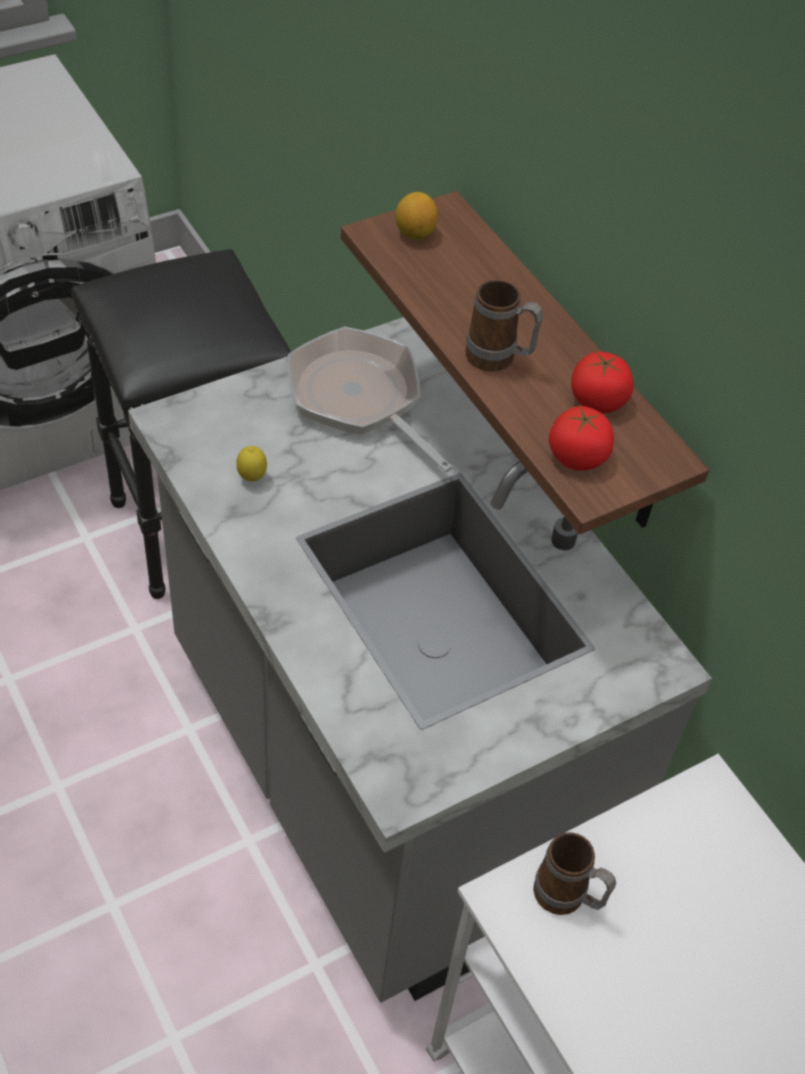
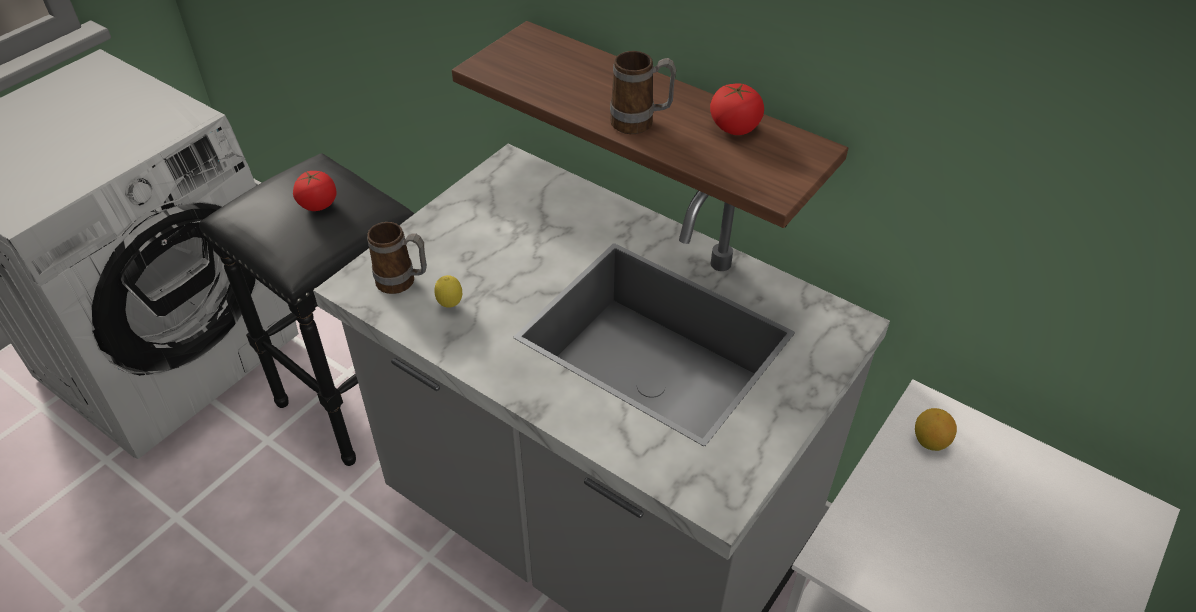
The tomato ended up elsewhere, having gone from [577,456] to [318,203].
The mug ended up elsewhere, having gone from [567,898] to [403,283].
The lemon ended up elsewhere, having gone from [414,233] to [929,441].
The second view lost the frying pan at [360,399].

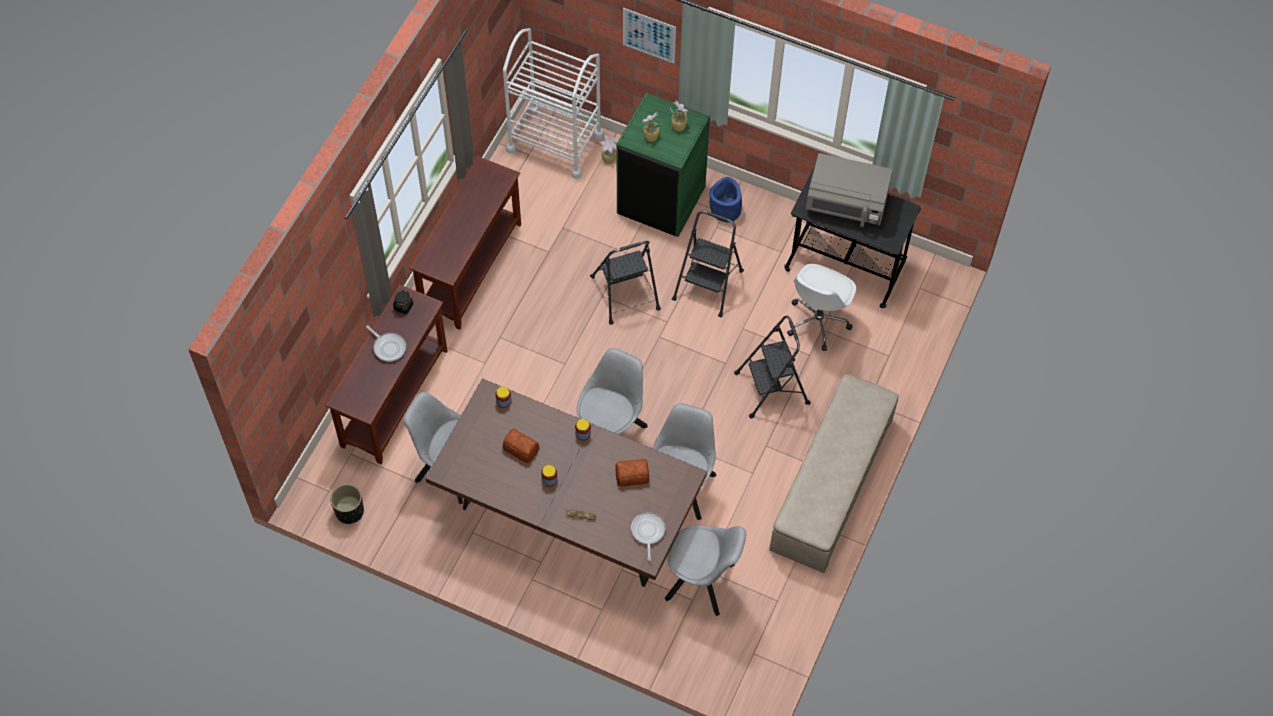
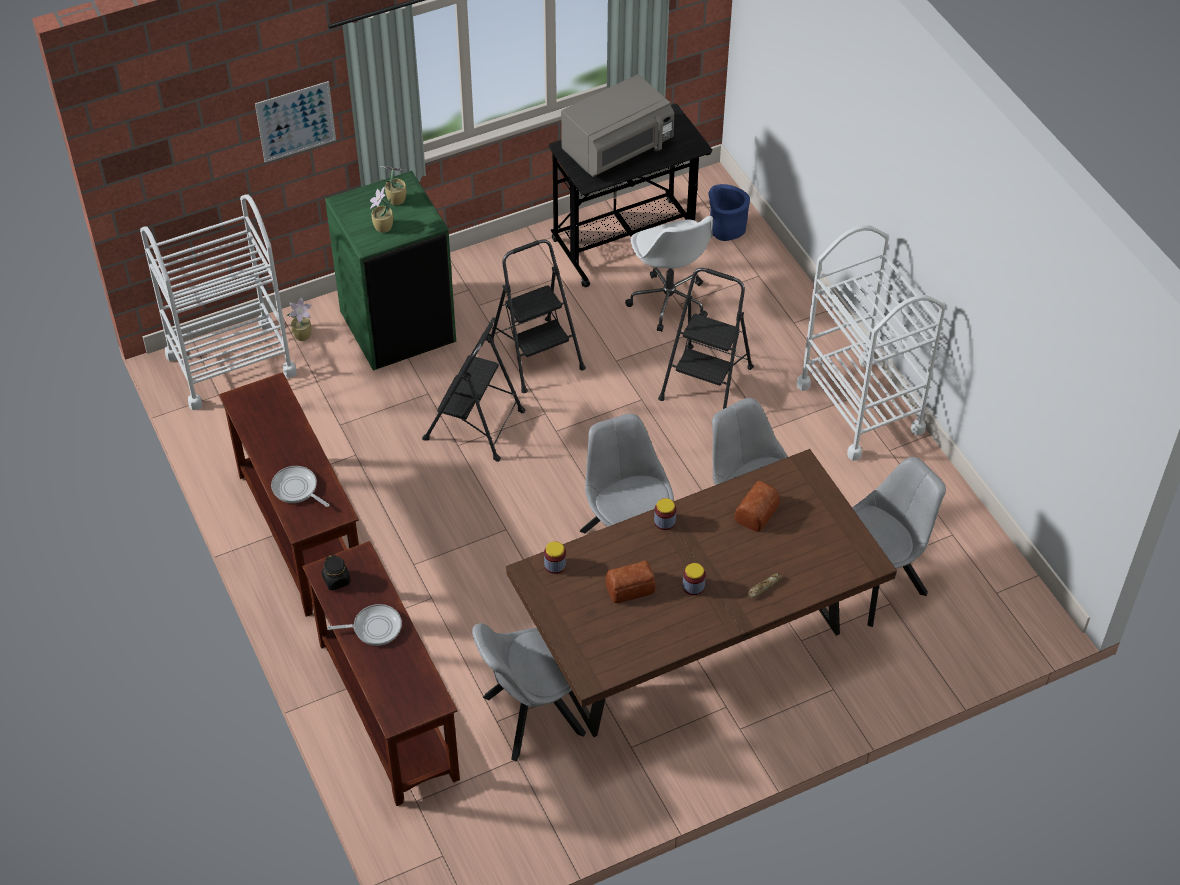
The frying pan ended up elsewhere, having gone from [648,532] to [297,489].
The planter (blue) ended up elsewhere, having gone from [725,210] to [725,228].
Where the bench (beige) stood at [832,484], the cart (white) came to stand at [860,408].
The second view lost the planter (black) at [349,511].

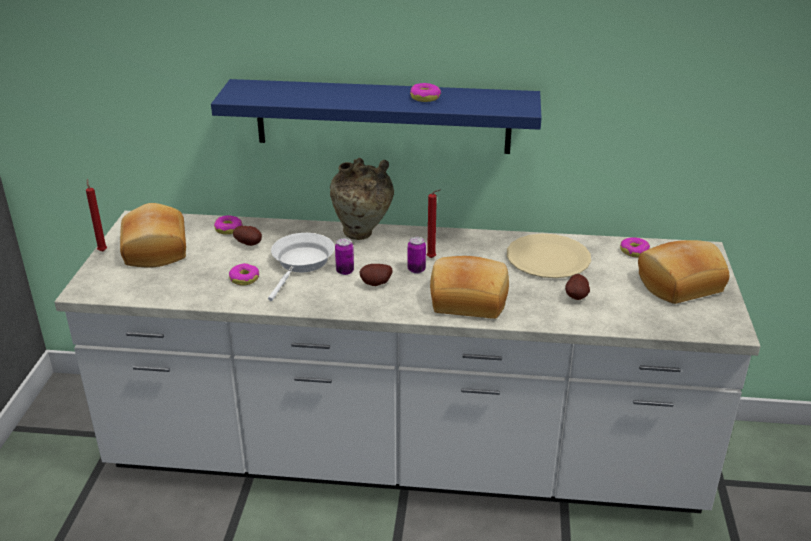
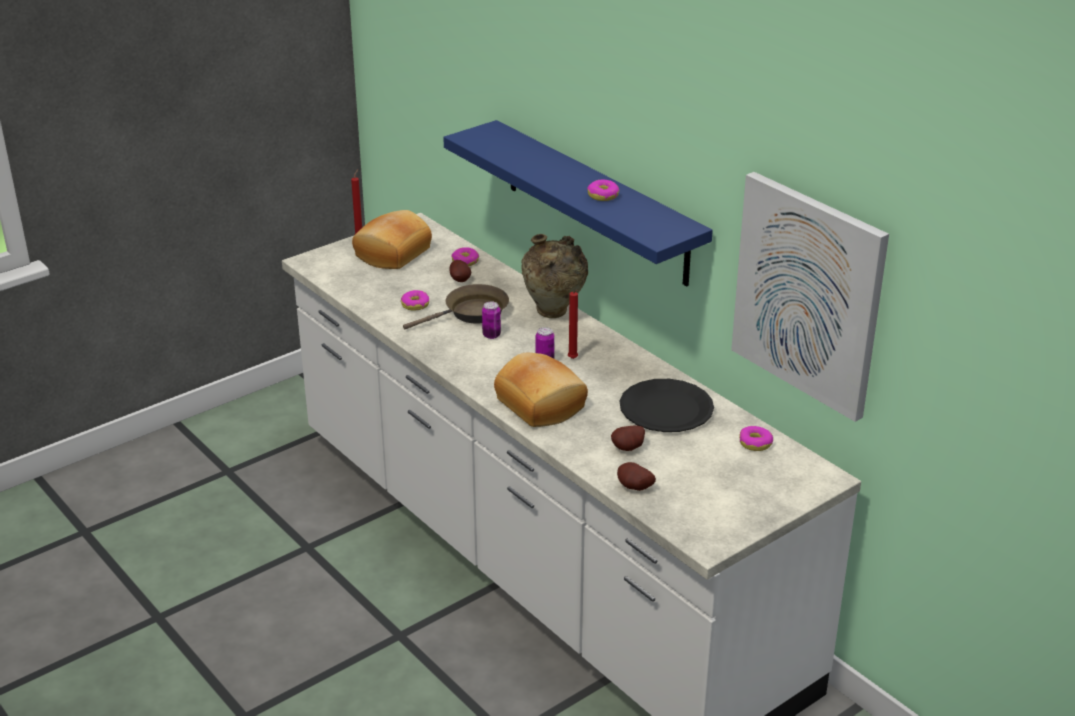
What was the frying pan (white) at [301,263] turned into the frying pan (brown) at [471,313].
The potato ended up elsewhere, having gone from [376,284] to [634,488].
What was the plate (beige) at [548,258] turned into the plate (black) at [666,408].
The second view gained the picture at [808,294].
The second view lost the bread at [678,283].

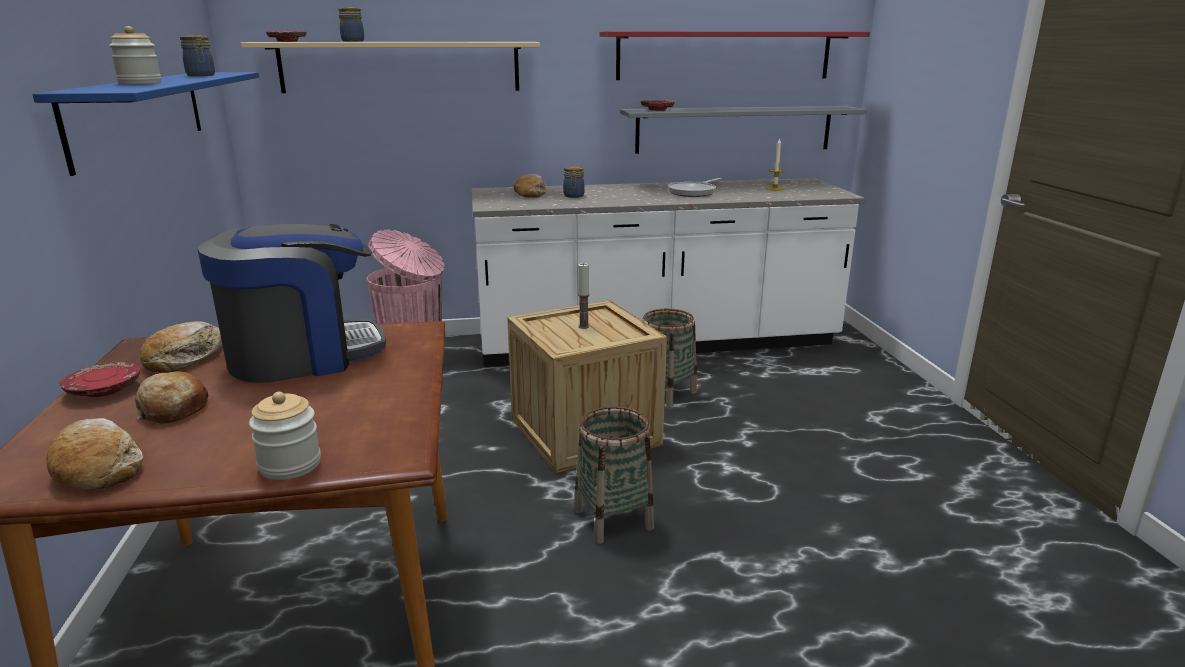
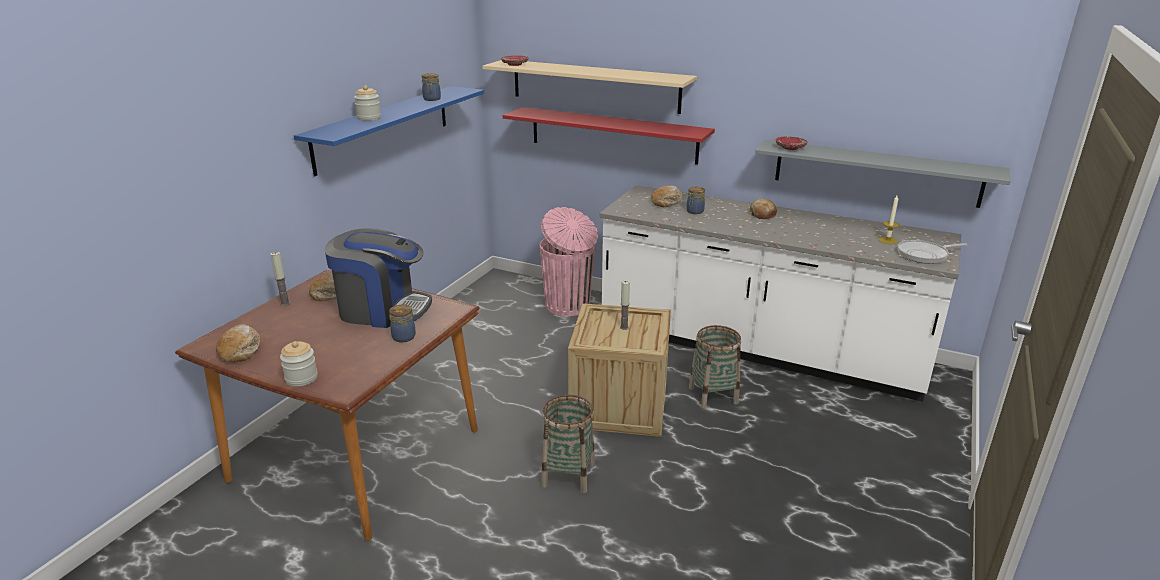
Where the plate (red) stood at [104,390], the candle came to stand at [285,303].
The jar ended up elsewhere, having gone from [352,41] to [404,336].
The shelf (red) ended up elsewhere, having gone from [724,55] to [612,135].
The bread ended up elsewhere, having gone from [173,409] to [762,214].
The frying pan ended up elsewhere, having gone from [694,192] to [925,255].

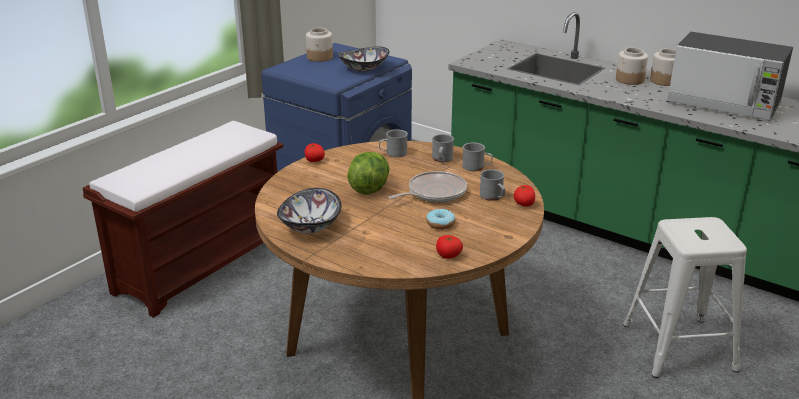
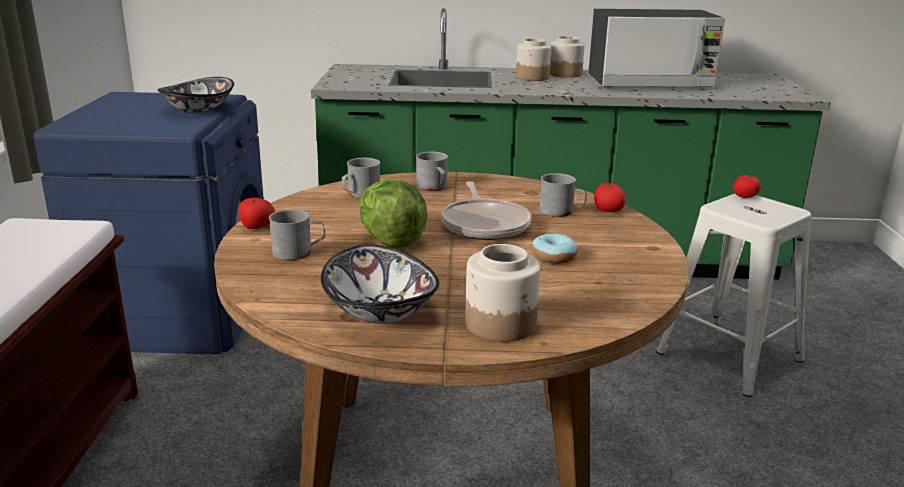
The mug (grey) ended up elsewhere, having gone from [476,167] to [298,252].
The frying pan at [434,192] ended up facing another way, 150 degrees clockwise from before.
The jar ended up elsewhere, having gone from [320,57] to [501,324].
The tomato ended up elsewhere, having gone from [448,256] to [745,196].

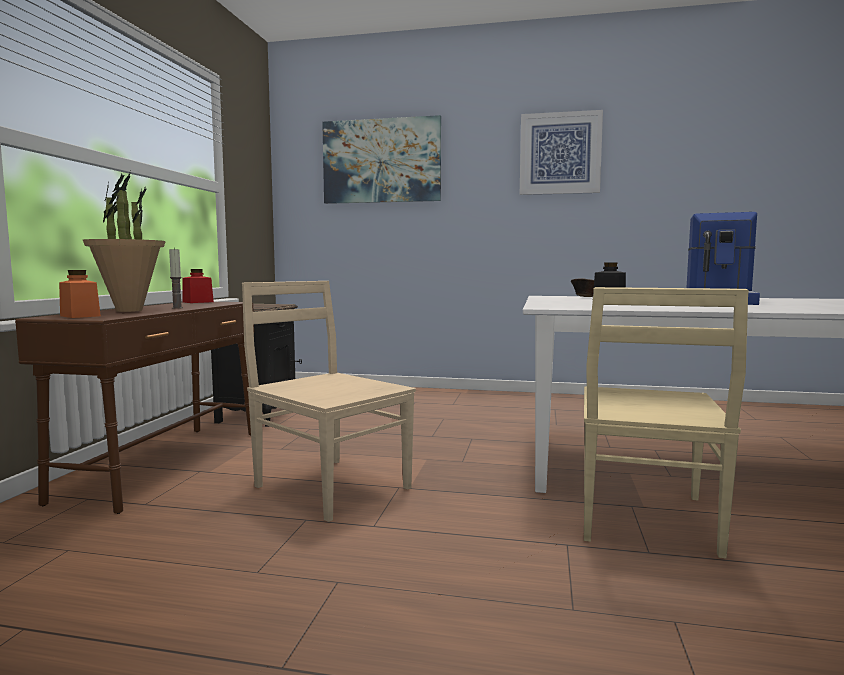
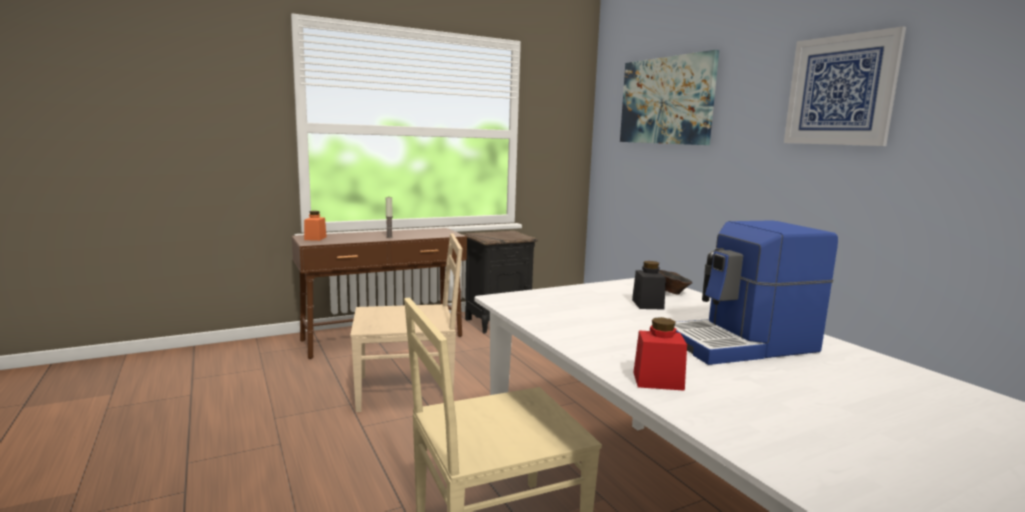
The chair (beige) at [330,486] ended up facing another way, 75 degrees clockwise from before.
The jar (red) ended up elsewhere, having gone from [198,302] to [658,381].
The second view lost the potted plant at [129,310].

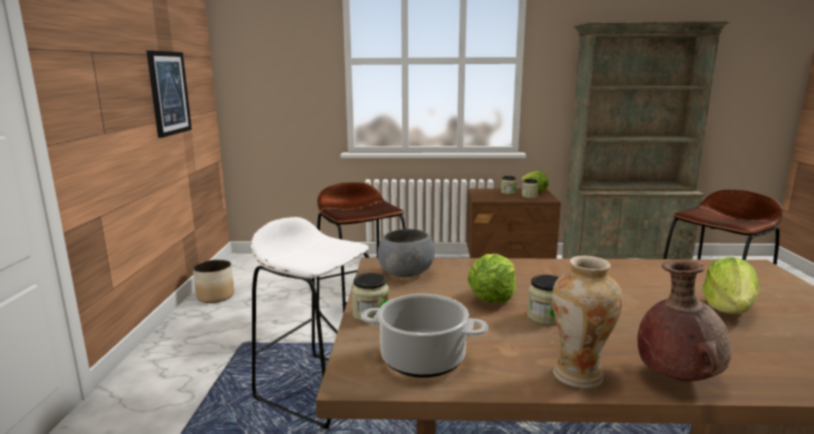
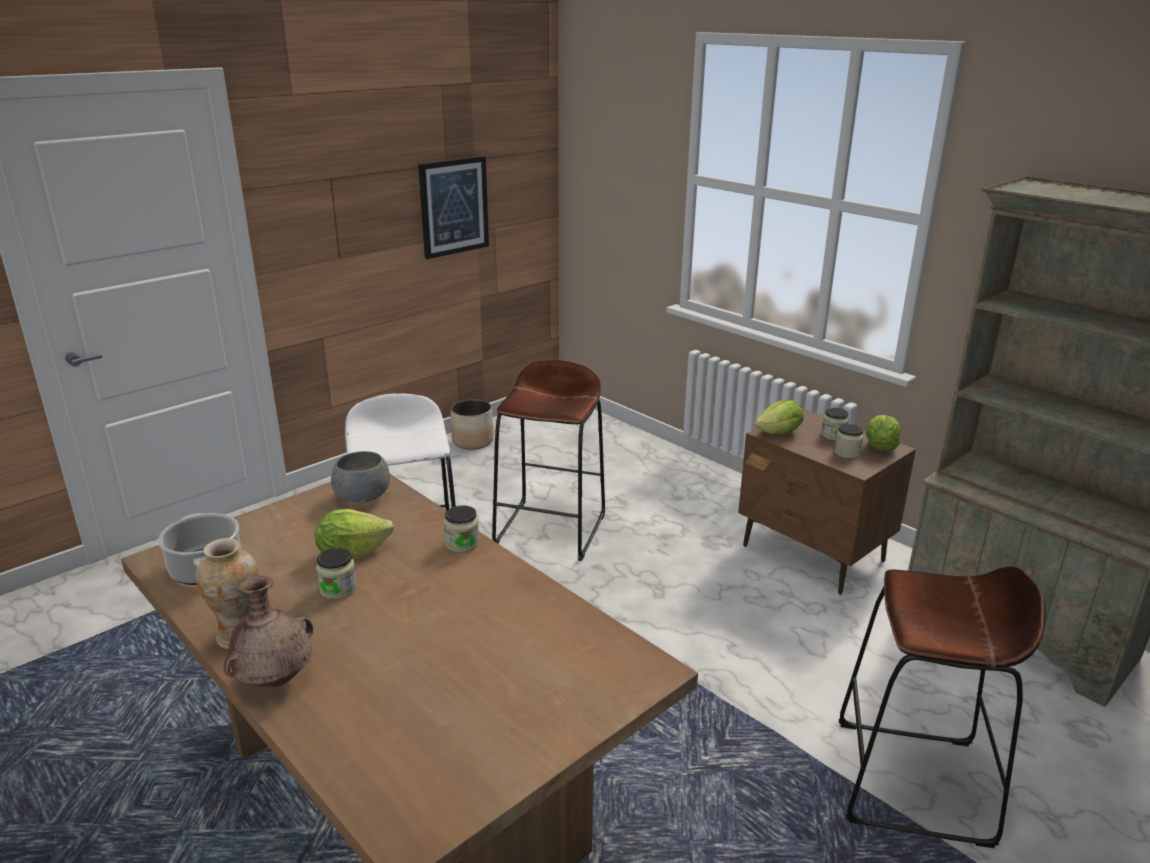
The jar ended up elsewhere, having gone from [371,314] to [462,543].
The lettuce ended up elsewhere, having gone from [728,309] to [779,433].

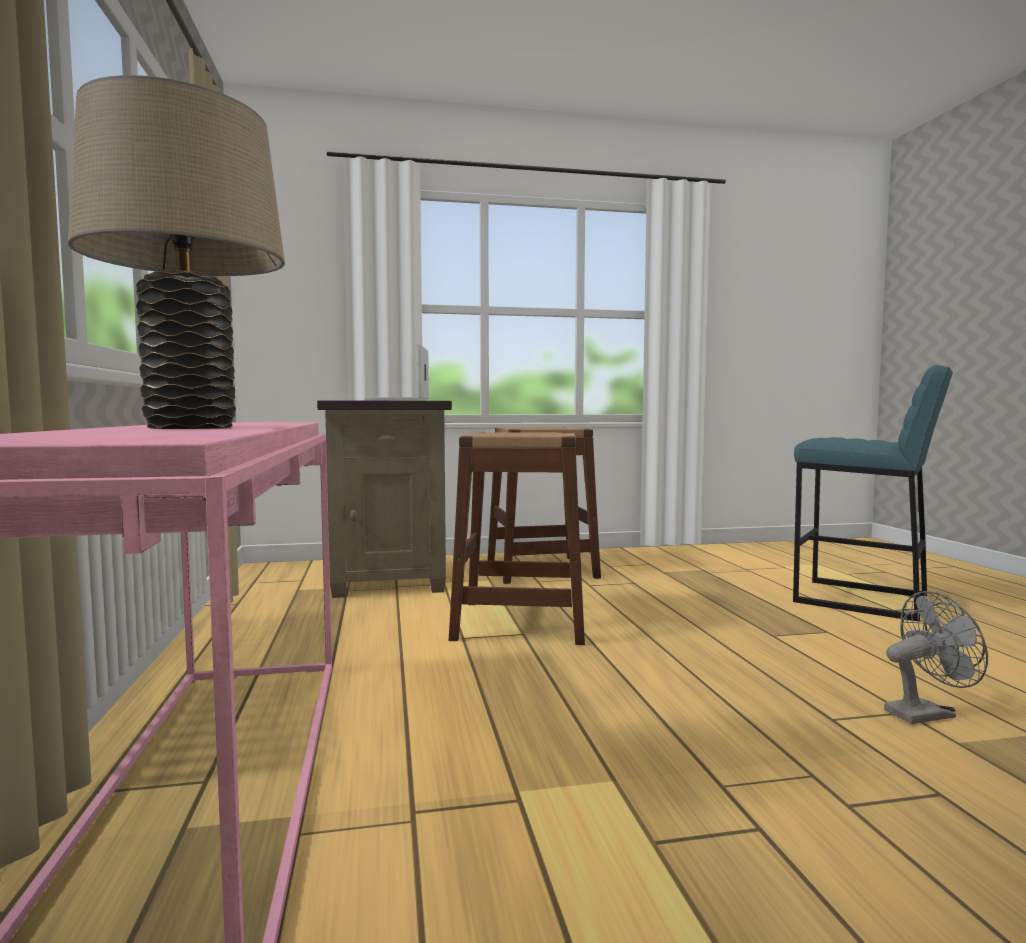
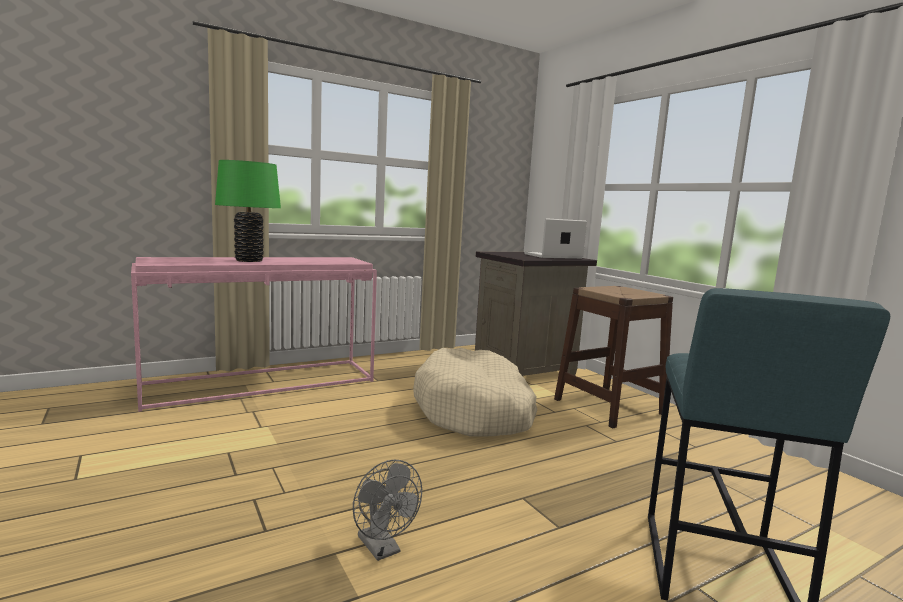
What was the table lamp (beige) at [190,428] turned into the table lamp (green) at [249,260].
Where the stool (brown) stood at [520,622], the dog bed (beige) came to stand at [475,410].

